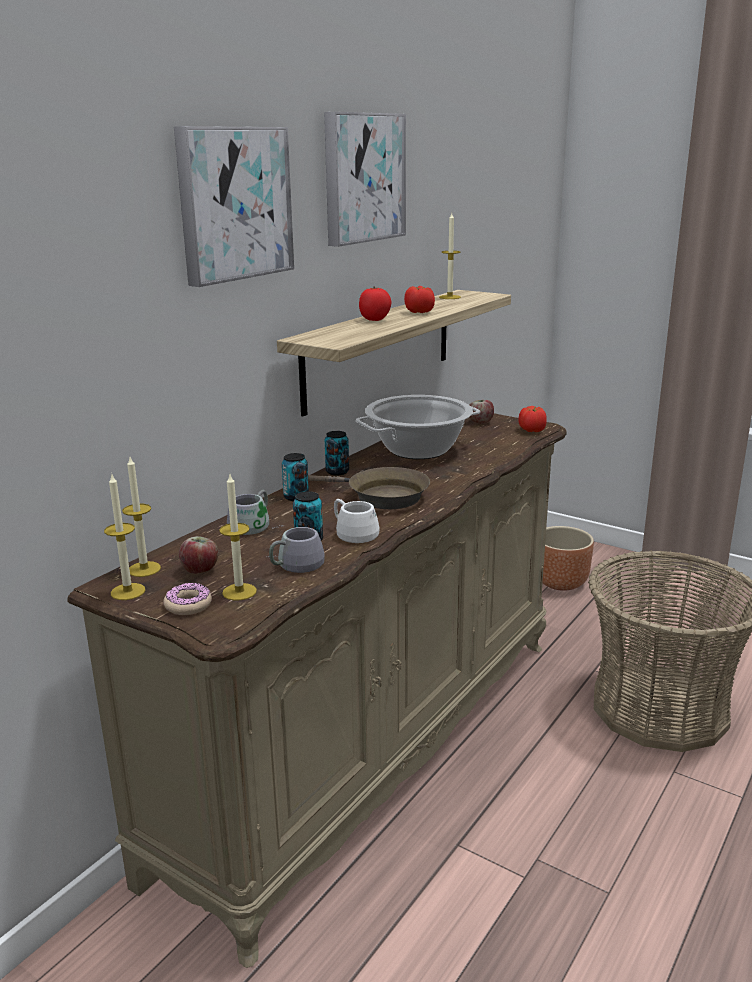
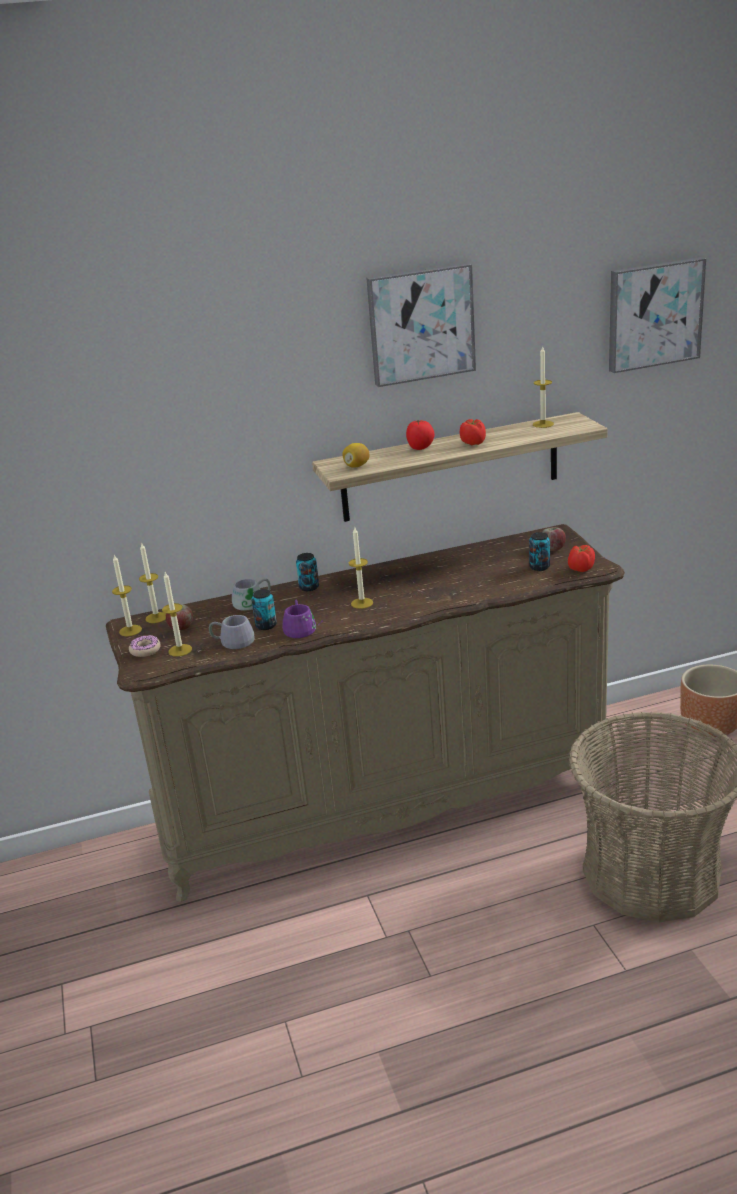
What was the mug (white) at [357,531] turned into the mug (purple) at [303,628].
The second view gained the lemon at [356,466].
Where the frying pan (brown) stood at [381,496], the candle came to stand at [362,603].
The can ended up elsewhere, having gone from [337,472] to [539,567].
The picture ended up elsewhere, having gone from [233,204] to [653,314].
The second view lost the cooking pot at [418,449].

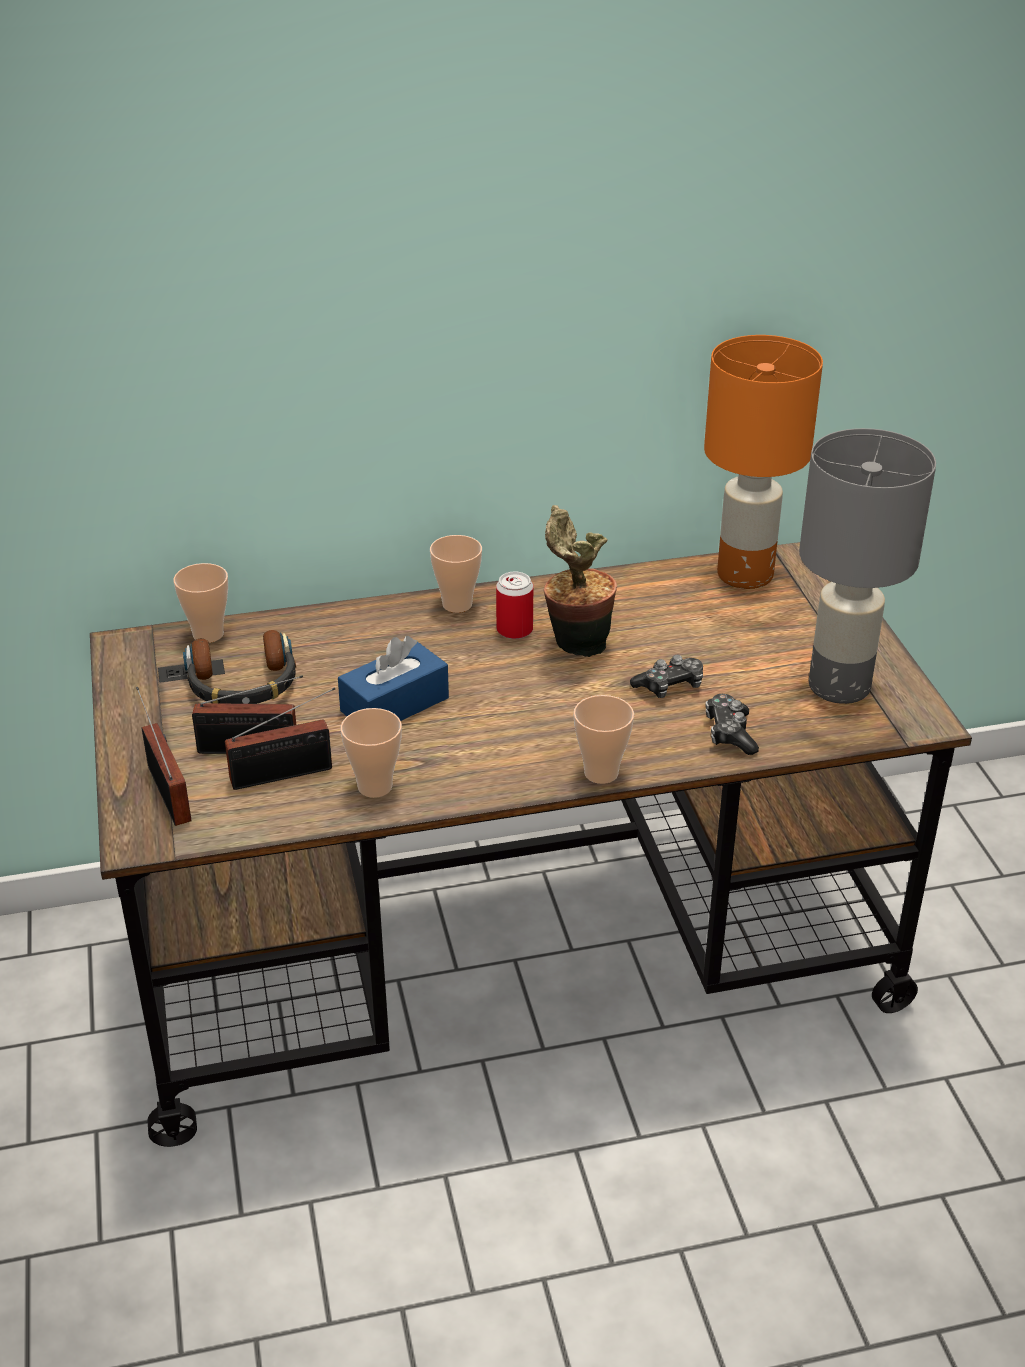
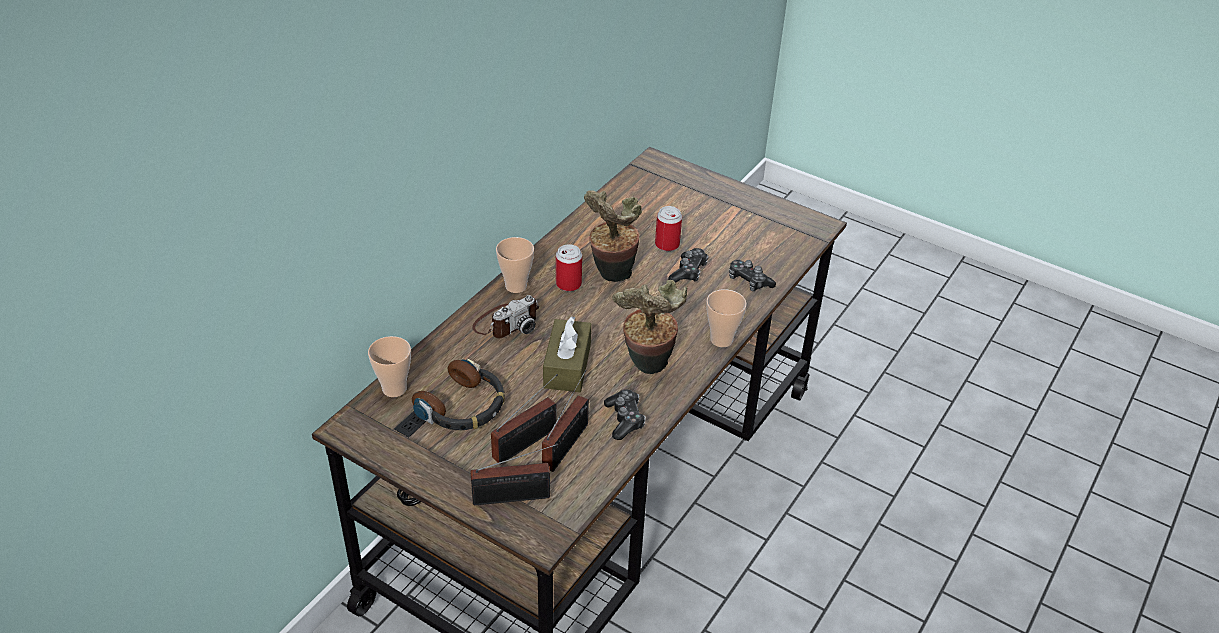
The radio at [169,790] ended up facing another way, 150 degrees clockwise from before.
The second view gained the photo camera at [506,323].
What was the tissue box (blue) at [394,704] turned into the tissue box (brown) at [567,366].
Where the cup stood at [375,786], the game controller came to stand at [624,419].
The second view gained the potted plant at [647,366].
The second view gained the can at [667,244].
The second view lost the table lamp (orange) at [743,575].
The second view lost the table lamp (grey) at [838,685].

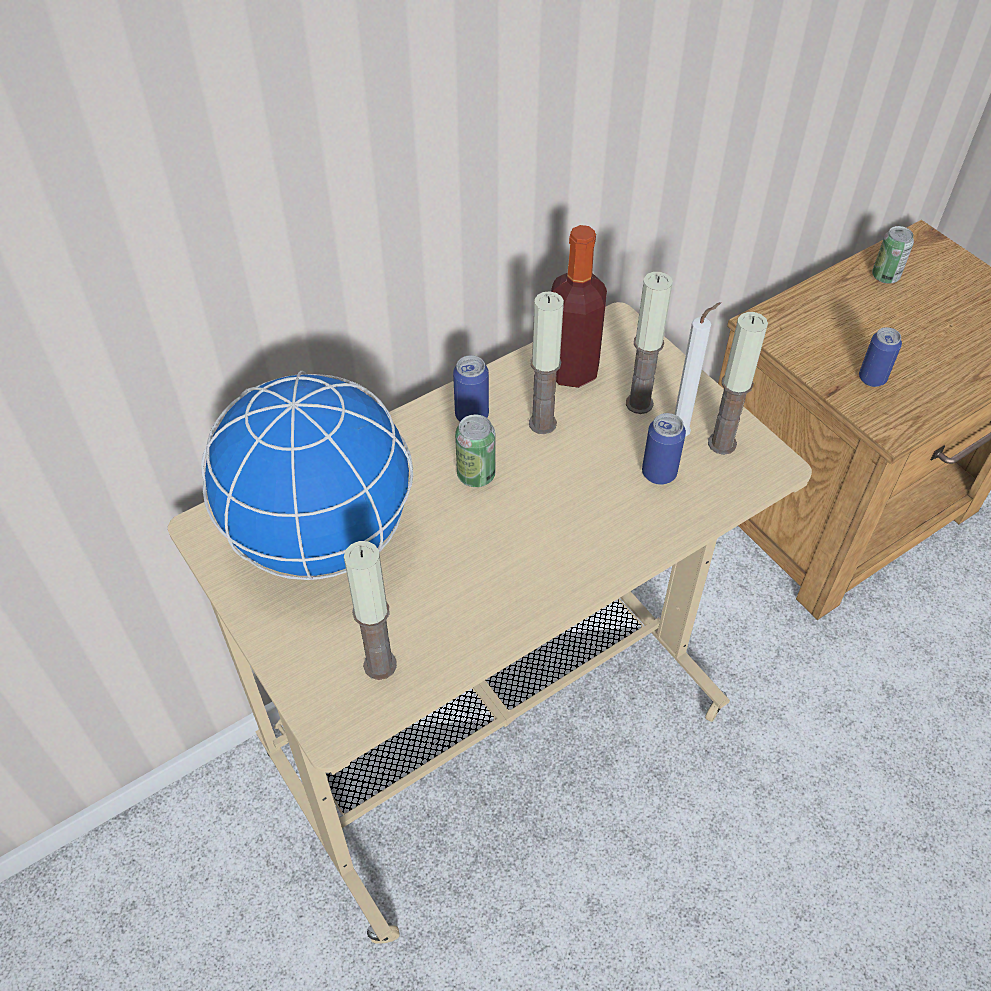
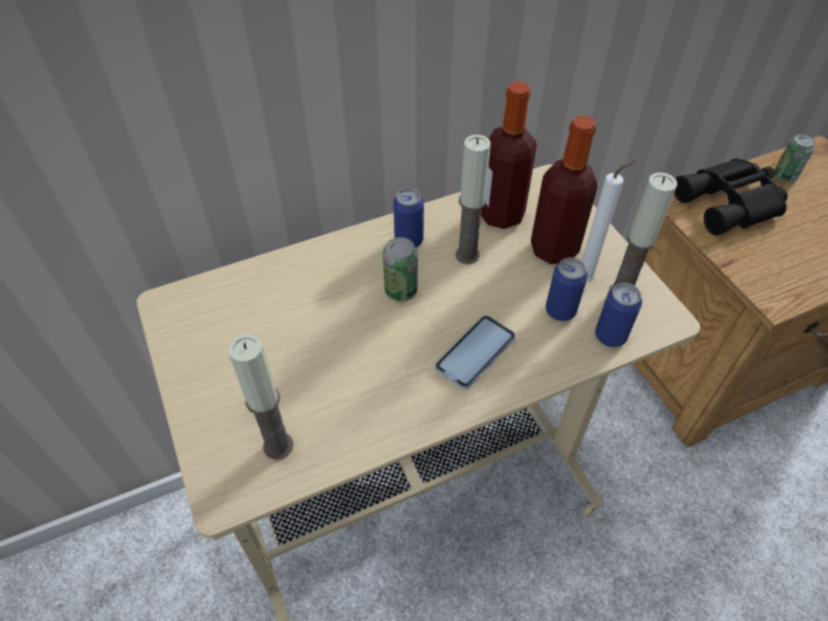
The second view gained the phone at [475,353].
Where the candle stood at [639,403], the bottle came to stand at [554,249].
The can ended up elsewhere, having gone from [872,378] to [610,336].
The second view gained the binoculars (black) at [730,204].
The second view lost the globe at [321,535].

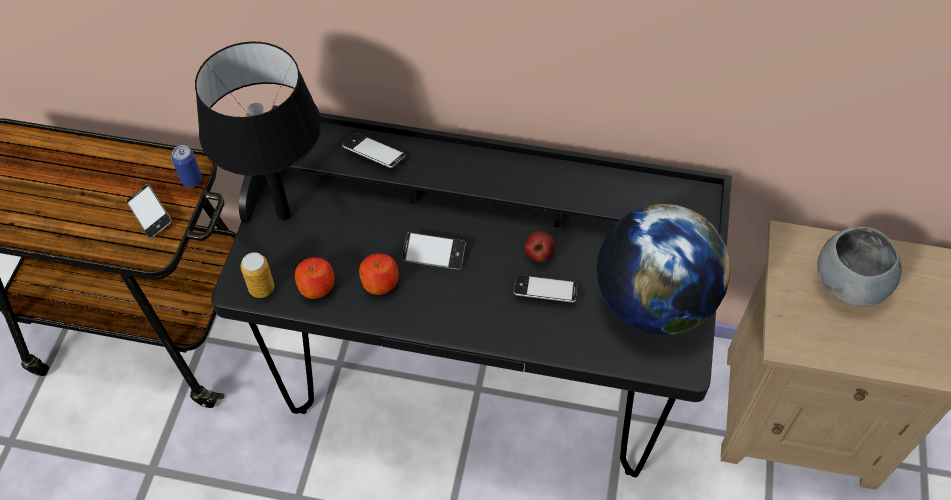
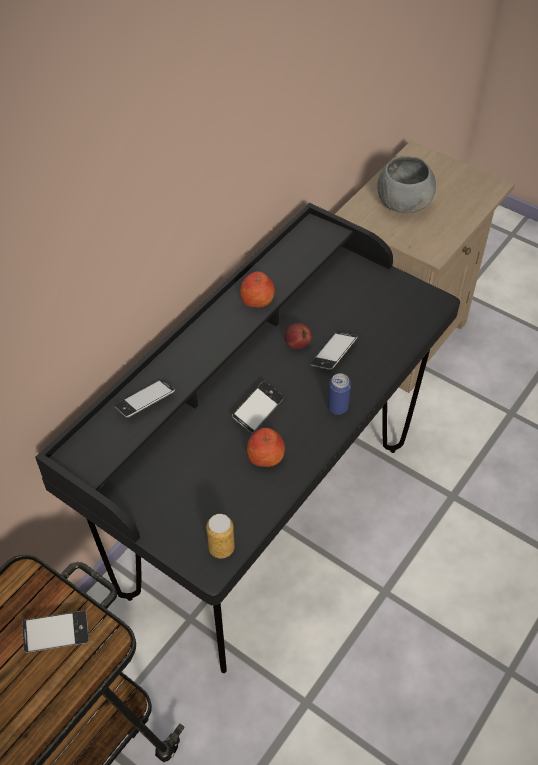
The apple ended up elsewhere, having gone from [316,286] to [257,300].
The can ended up elsewhere, having gone from [192,180] to [337,407].
The second view lost the table lamp (black) at [284,215].
The second view lost the globe at [652,302].

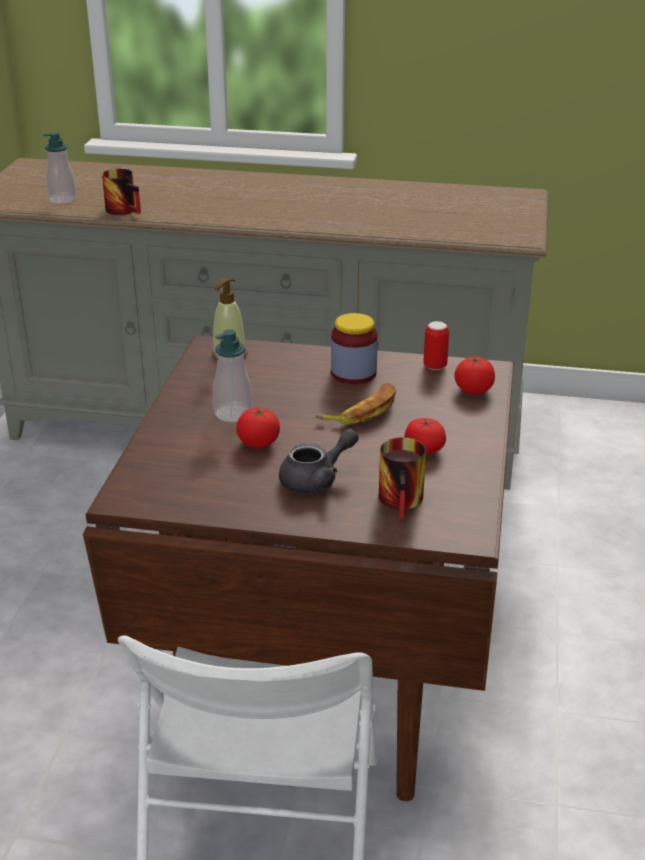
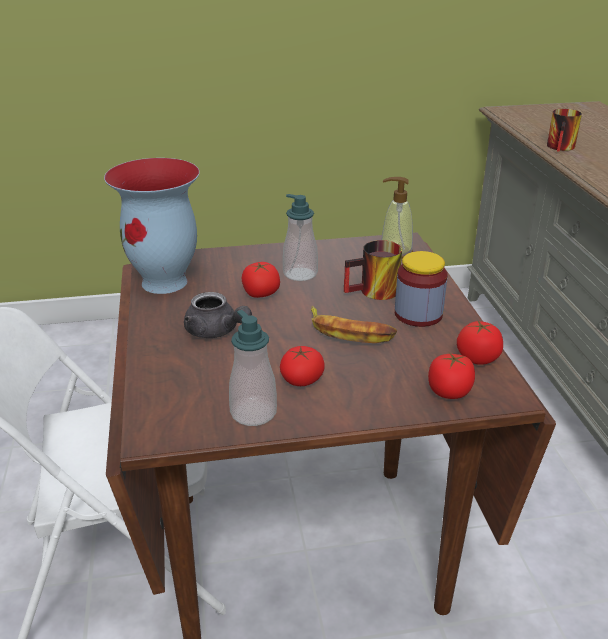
The second view gained the vase at [166,282].
The soap dispenser ended up elsewhere, having gone from [62,199] to [253,413].
The mug ended up elsewhere, having gone from [405,501] to [374,293].
Where the can stood at [435,366], the tomato came to stand at [478,358].

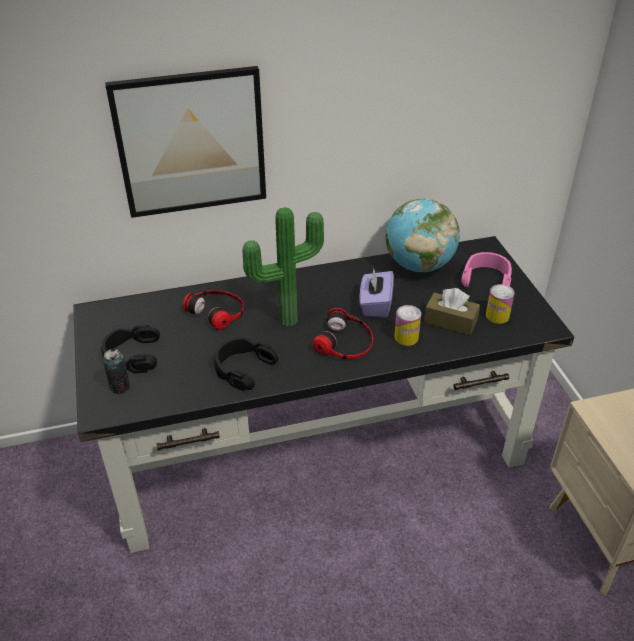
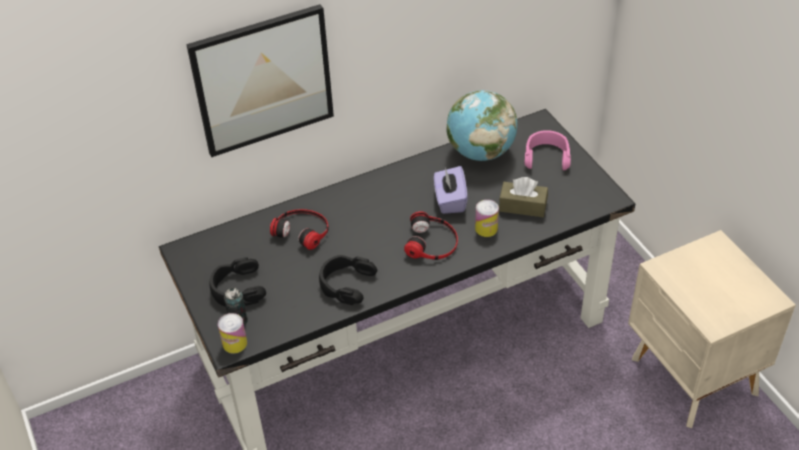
The can ended up elsewhere, having gone from [497,316] to [234,343].
The second view lost the potted plant at [286,318].

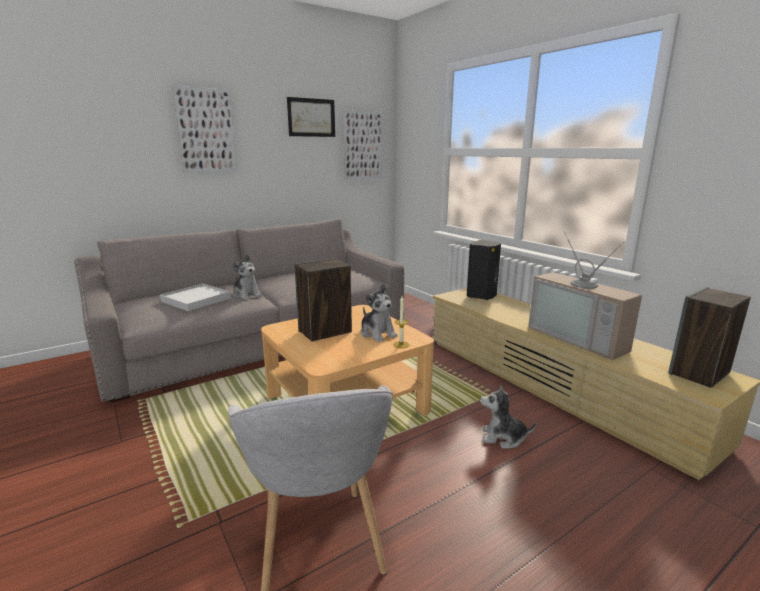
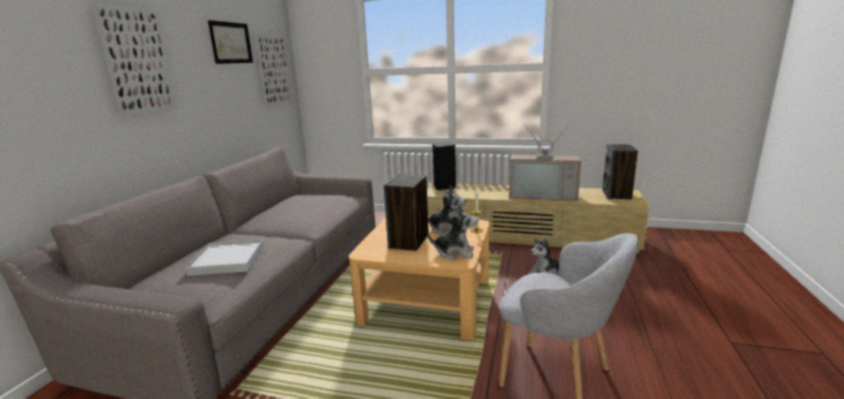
The plush toy ended up elsewhere, having gone from [247,295] to [455,253].

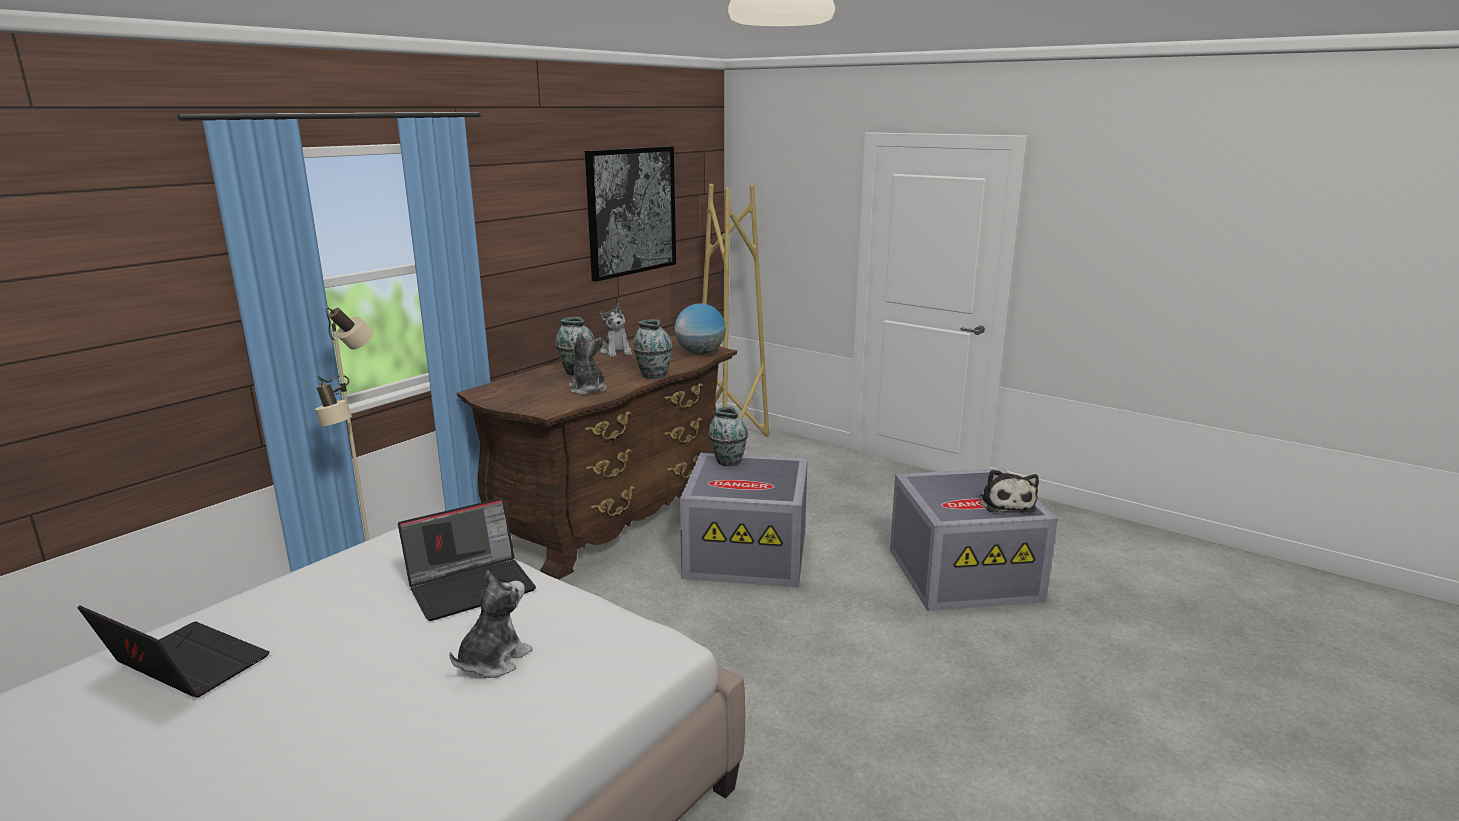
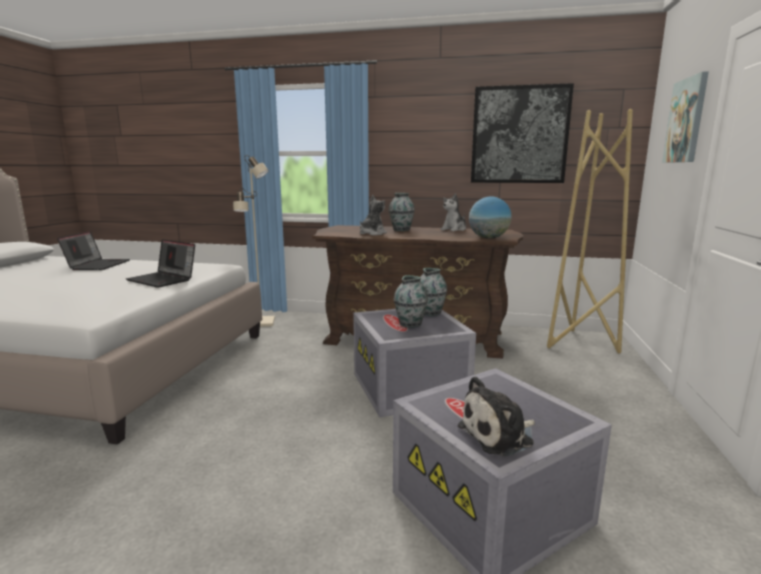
The vase ended up elsewhere, having gone from [653,375] to [410,324].
The second view gained the picture at [686,120].
The second view lost the plush toy at [493,660].

